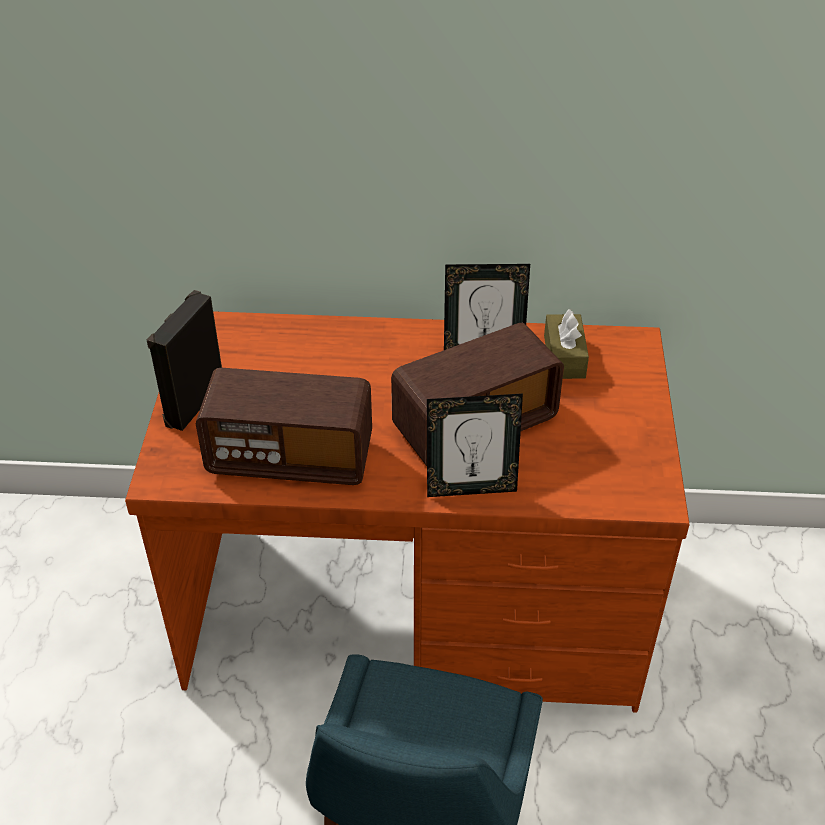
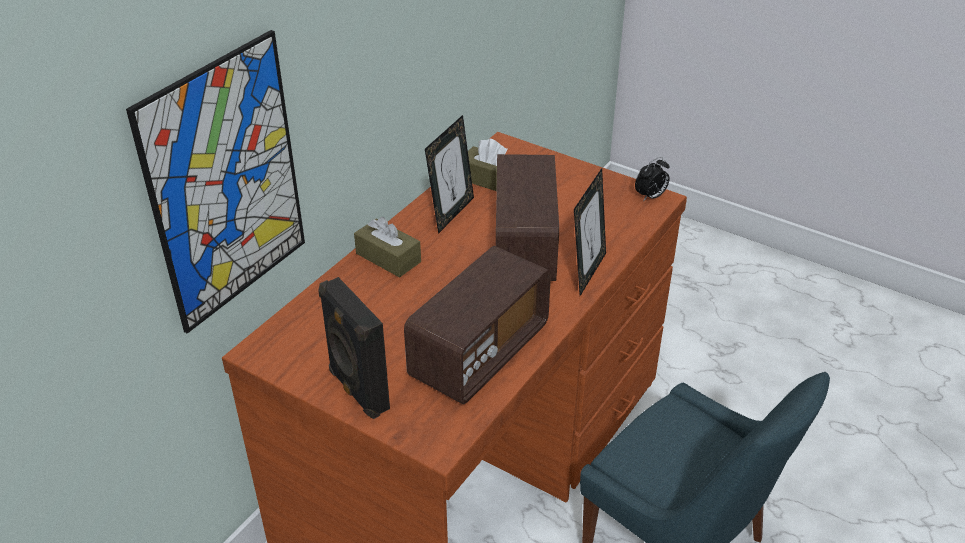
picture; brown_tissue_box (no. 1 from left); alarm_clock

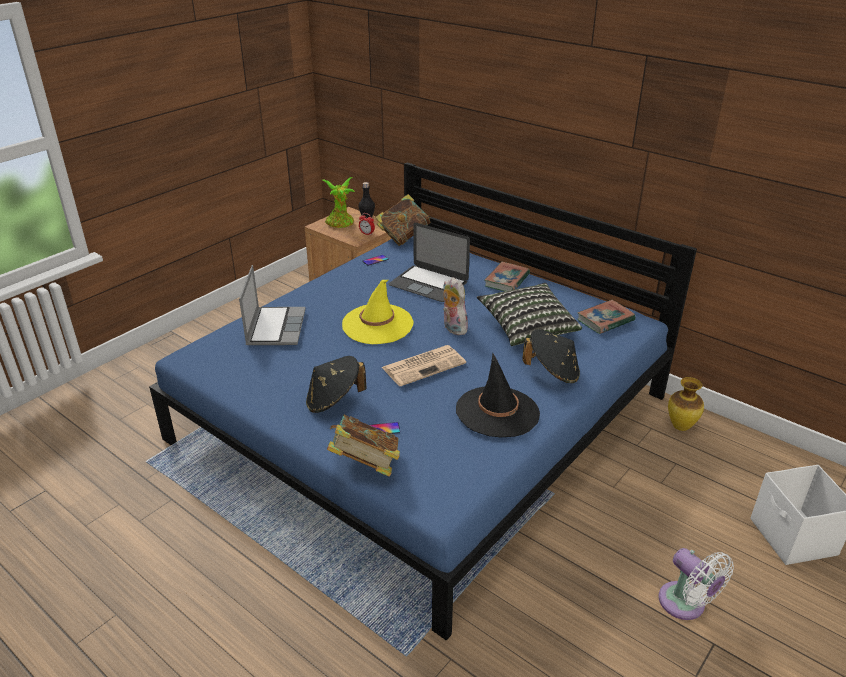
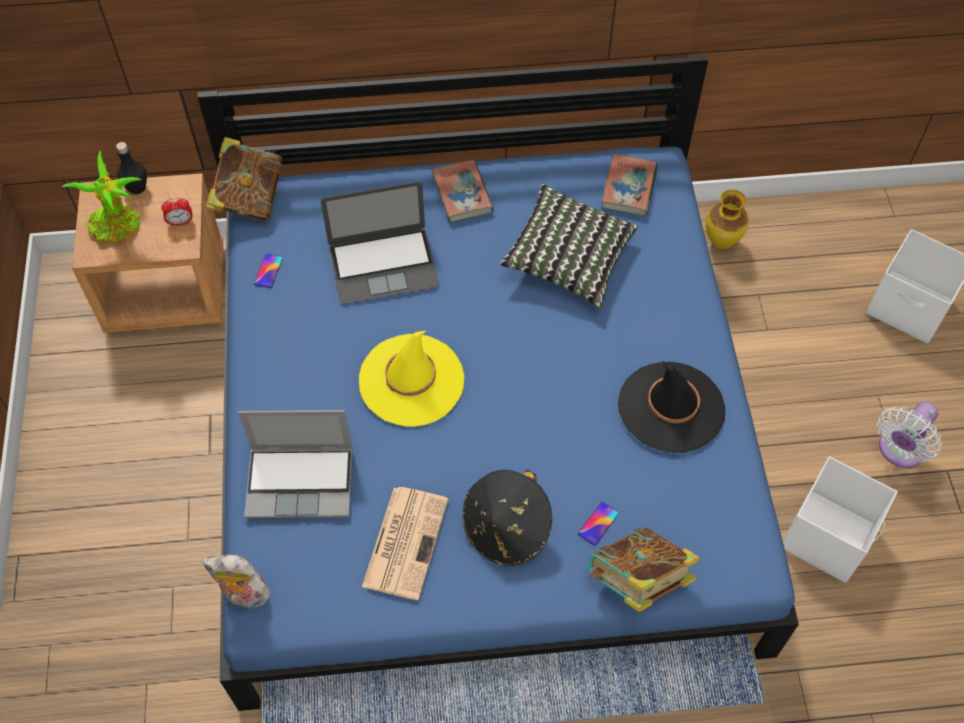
black_hat (no. 3 from left in the first image); white_storage_box (no. 1 from left); newspaper; plush_toy; laptop (no. 1 from left); white_fan

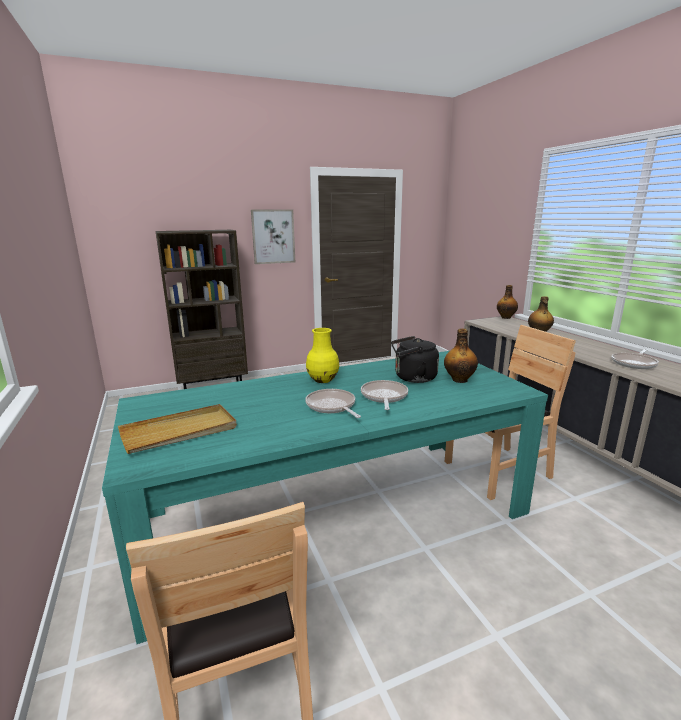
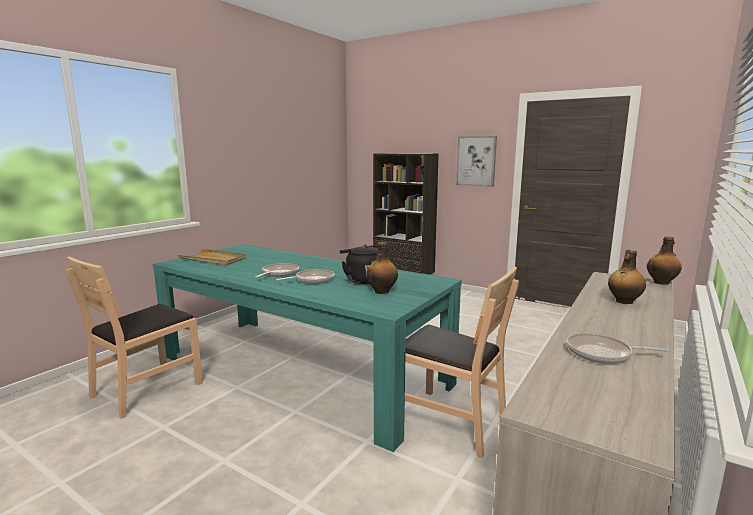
yellow_vase

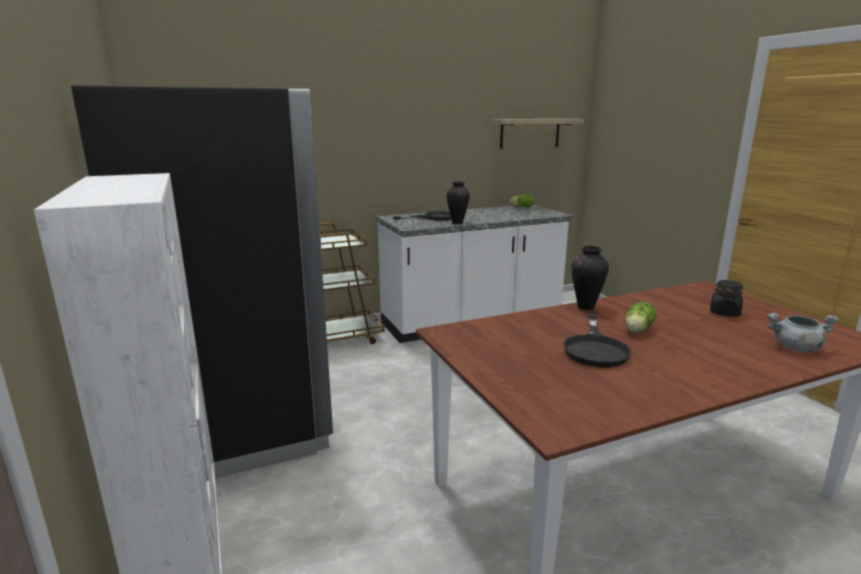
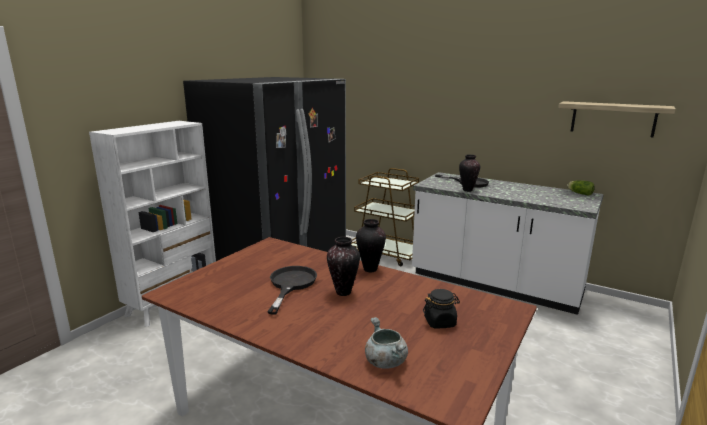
vase (no. 1 from left); black_frying_pan (no. 1 from left)

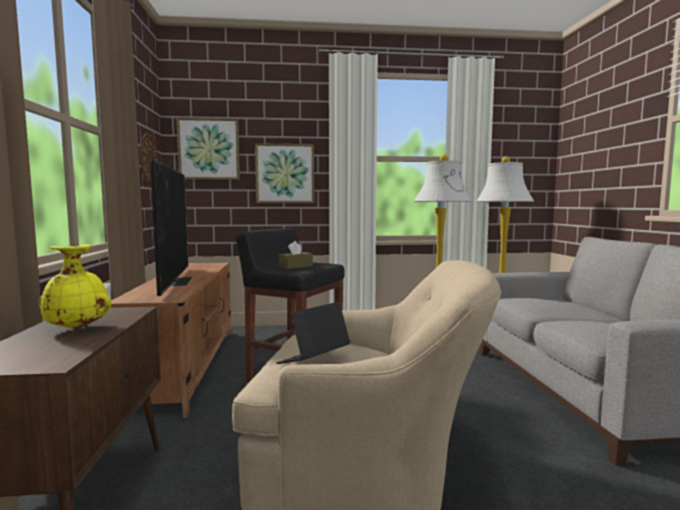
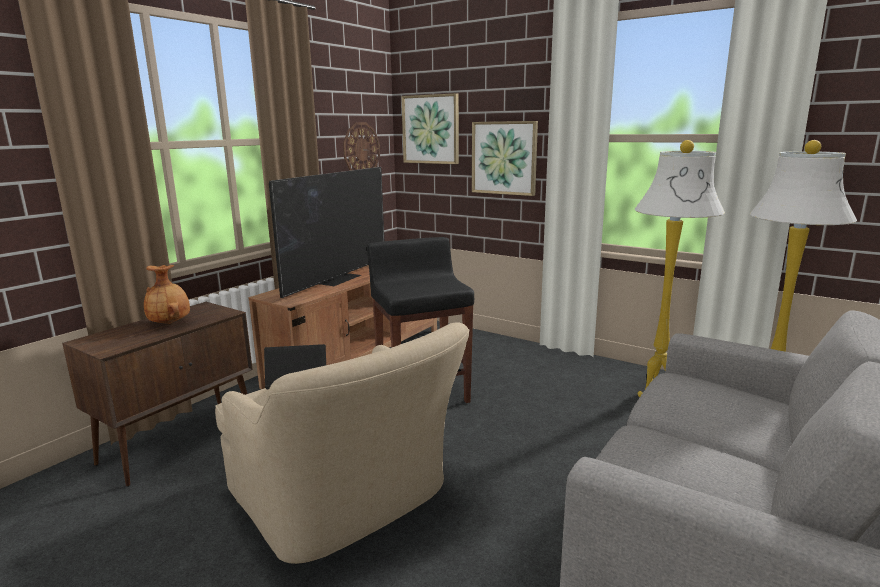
brown_tissue_box; brown_vase

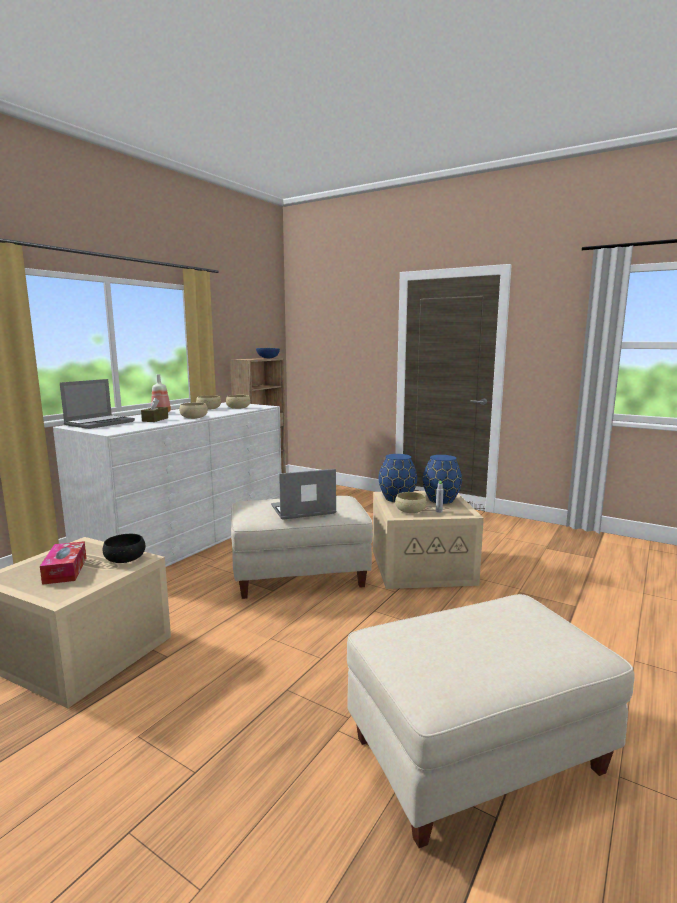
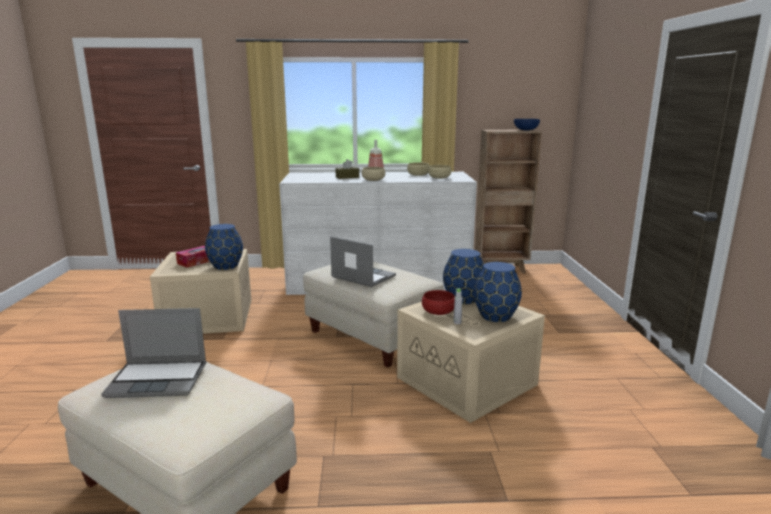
laptop (no. 1 from left); blue_vase (no. 1 from left); red_bowl

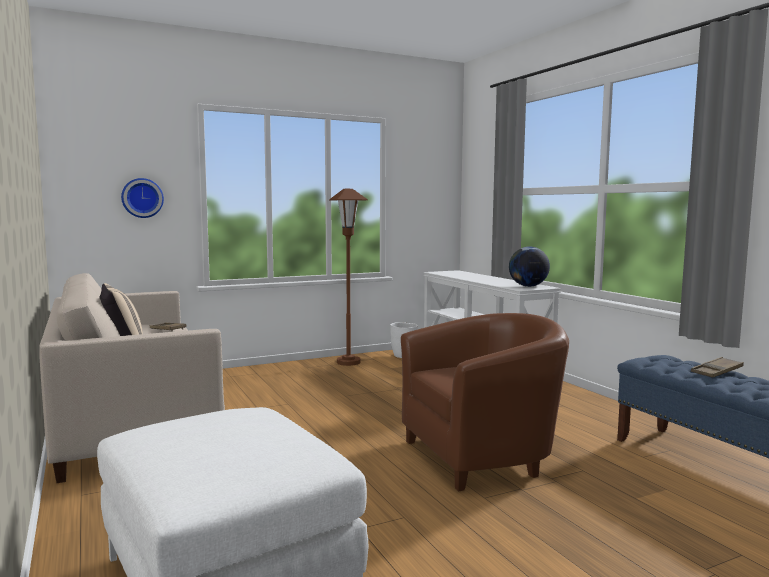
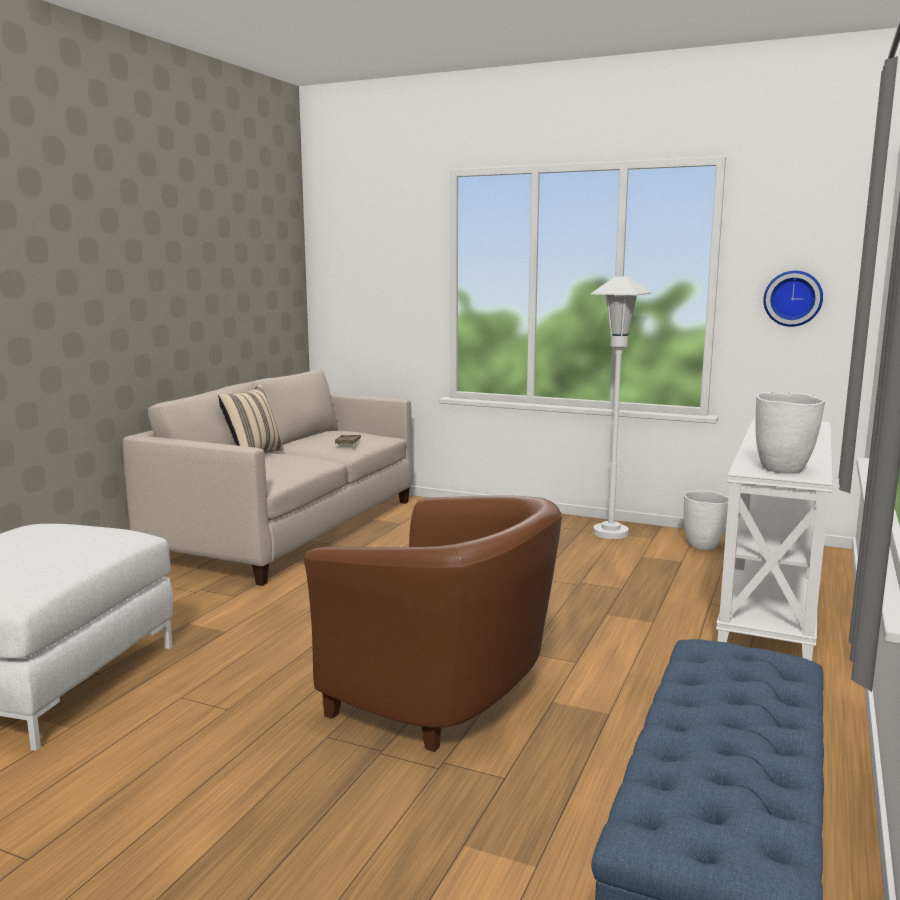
brown_tray (no. 2 from left in the first image); wall_clock; white_vase (no. 2 from left); white_floor_lamp

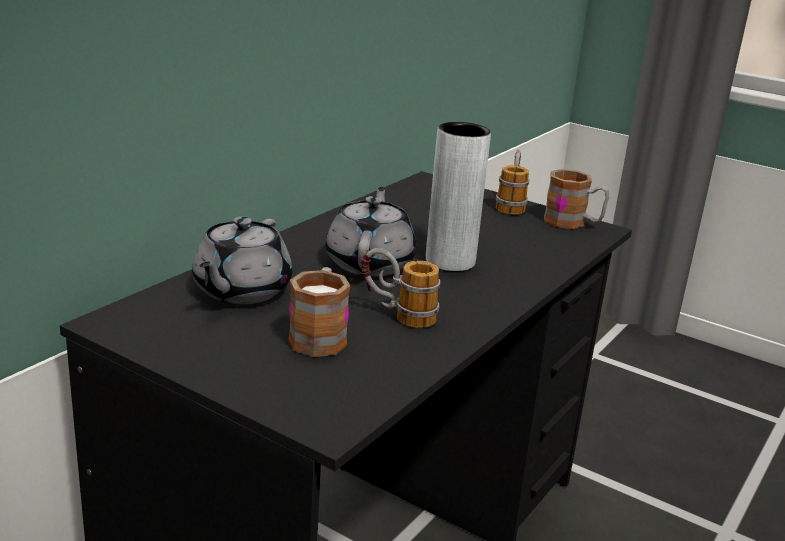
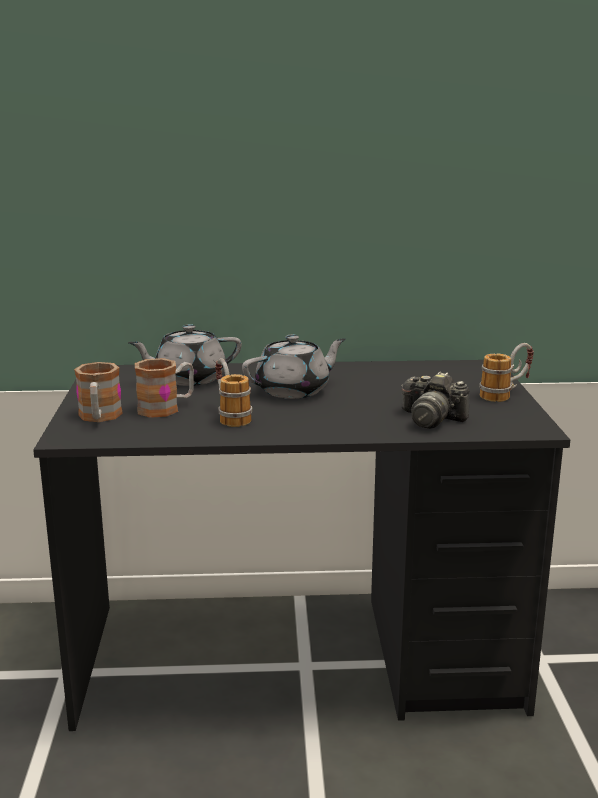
grey_vase; photo_camera; mug (no. 1 from left)

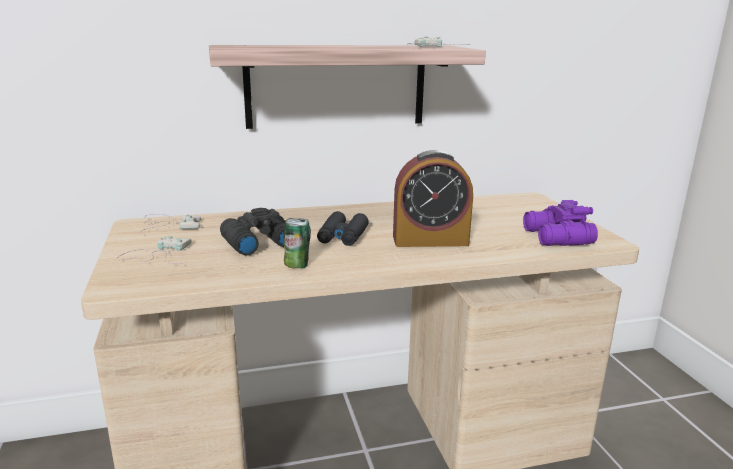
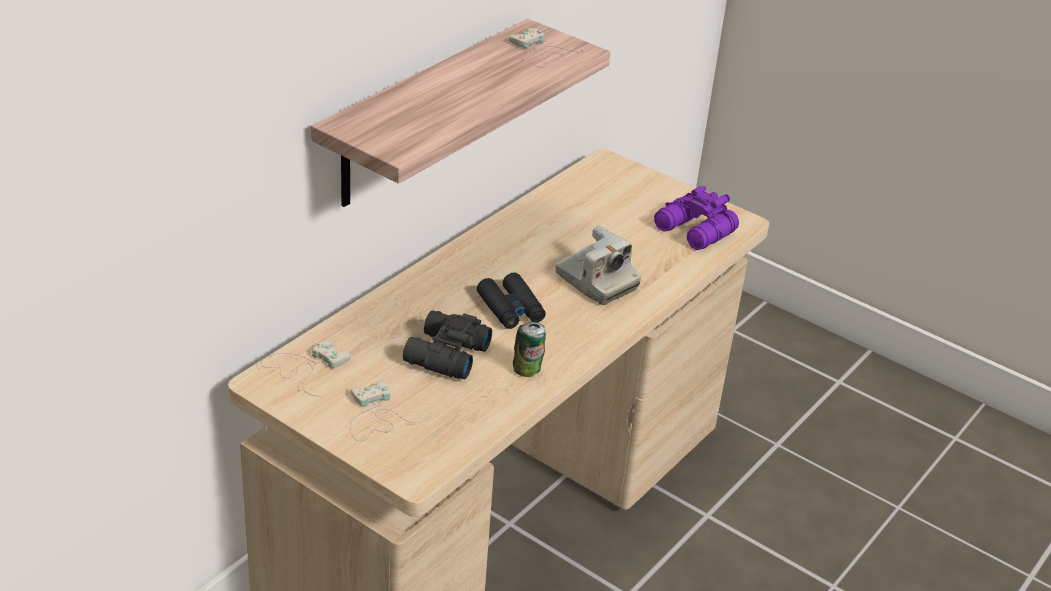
photo_camera

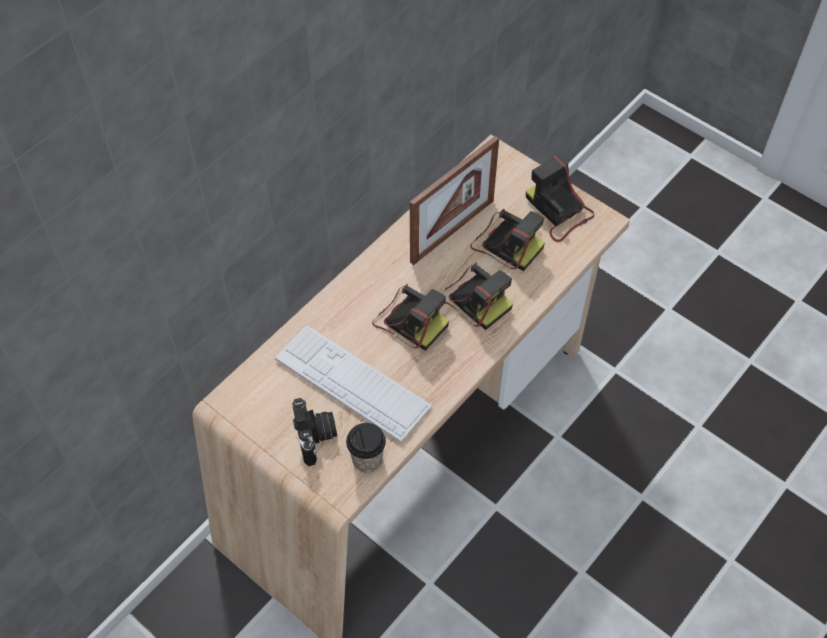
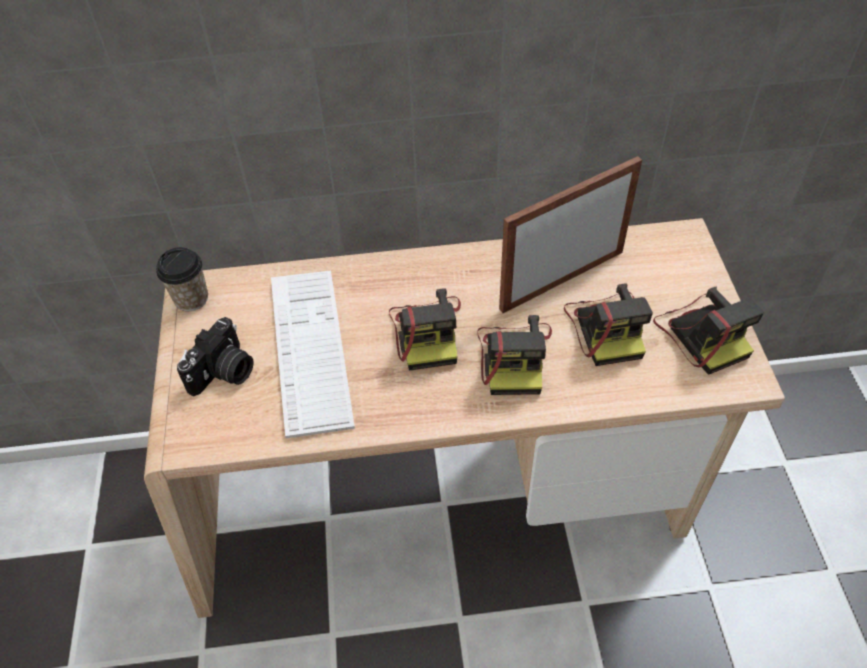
cup; picture_frame; photo_camera (no. 5 from left)

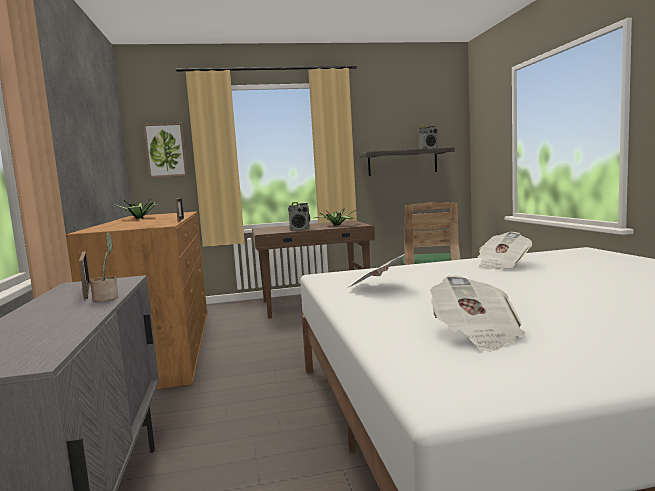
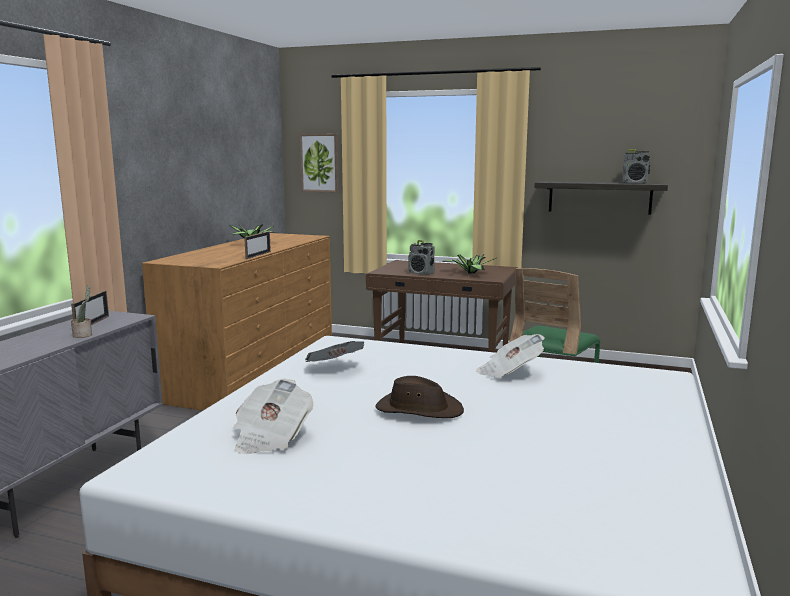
brown_hat

